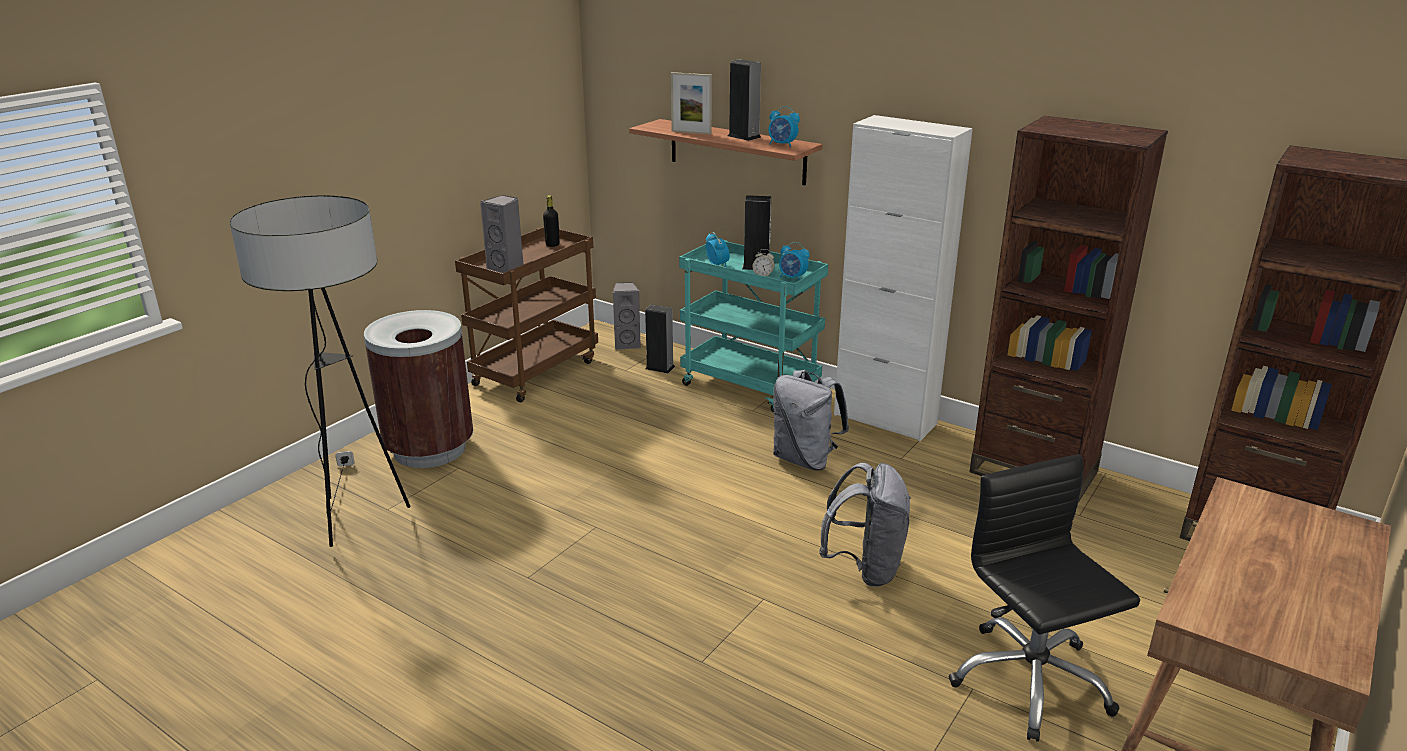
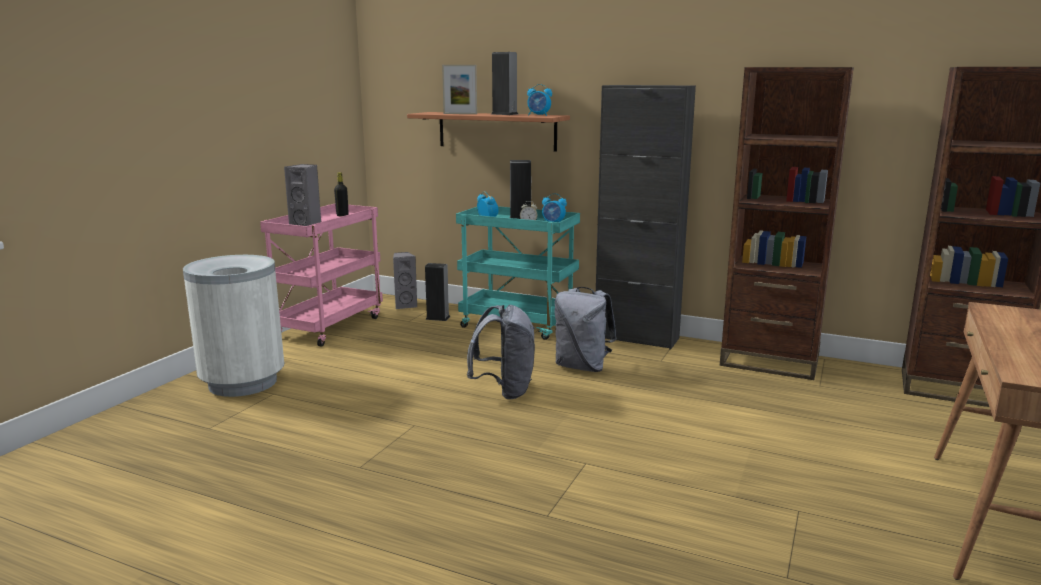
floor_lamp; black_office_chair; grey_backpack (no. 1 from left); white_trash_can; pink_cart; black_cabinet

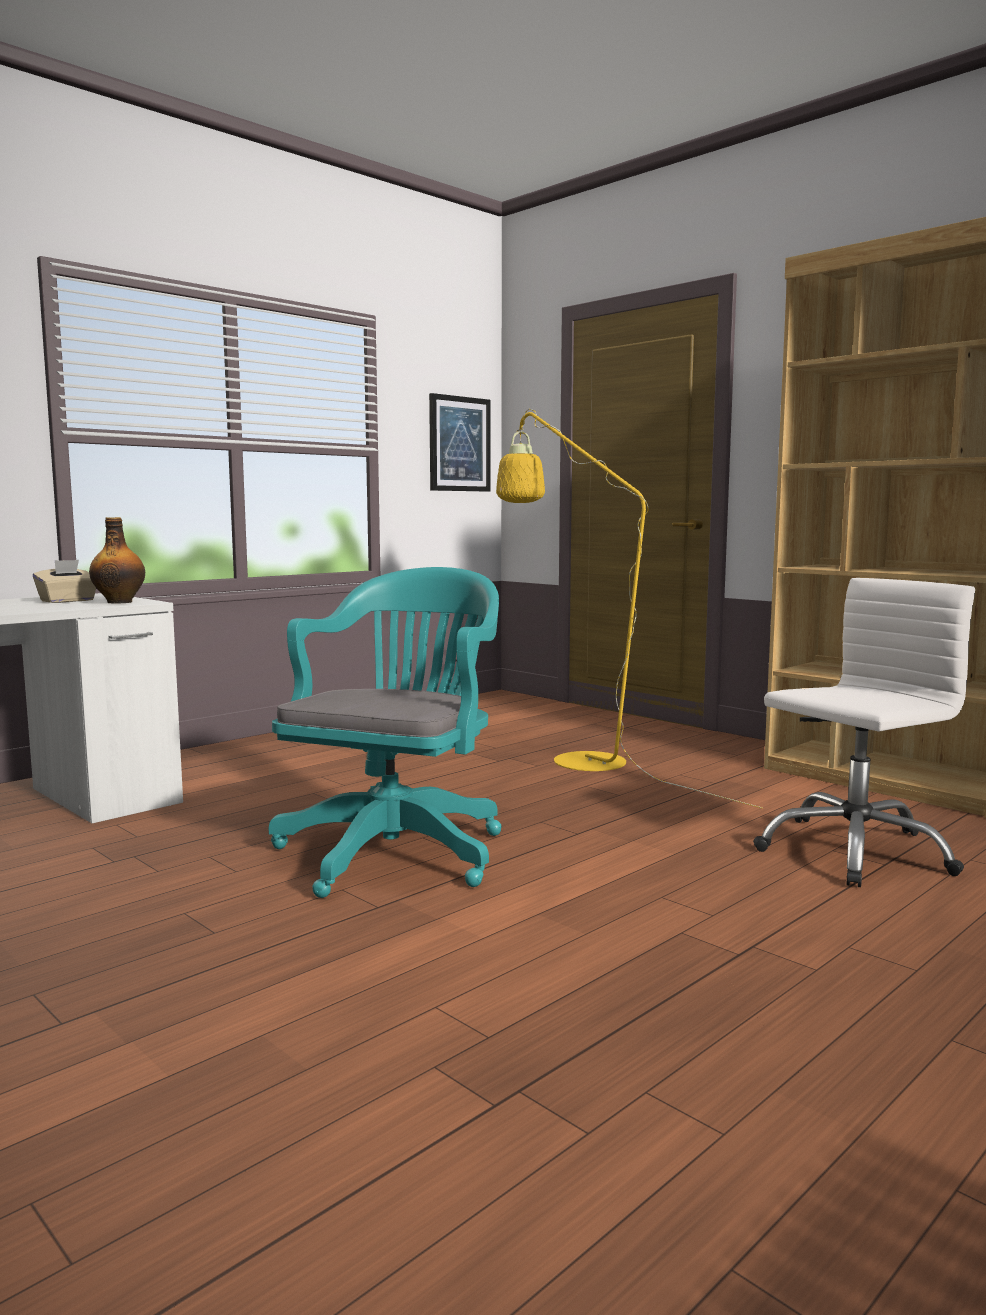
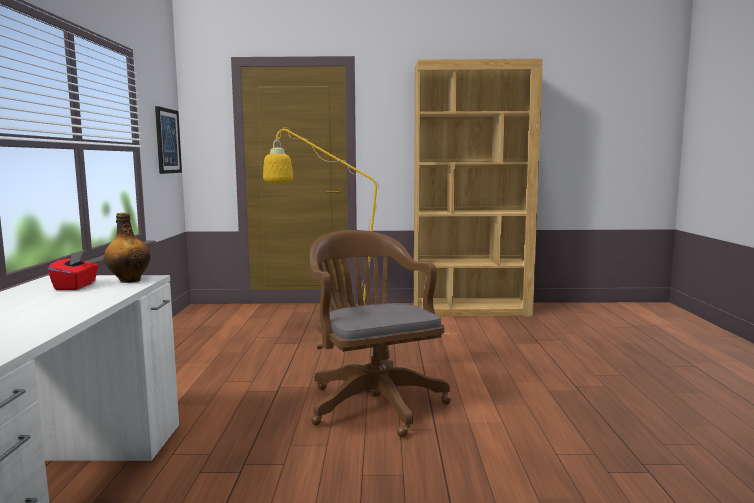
white_office_chair; red_tissue_box; brown_office_chair

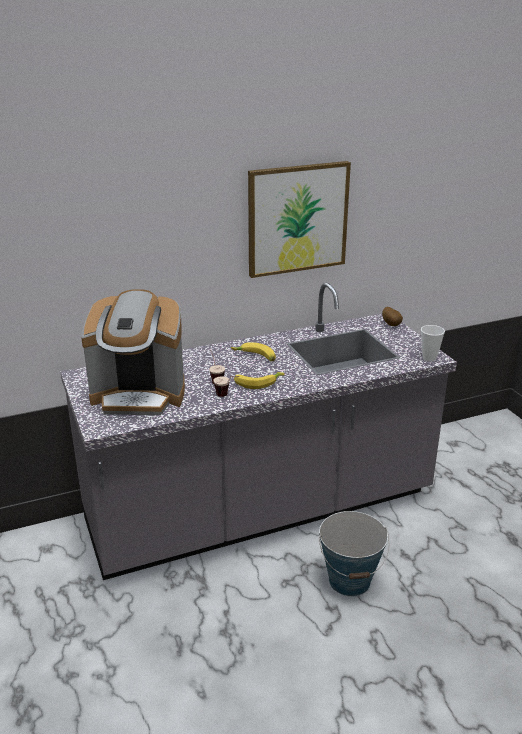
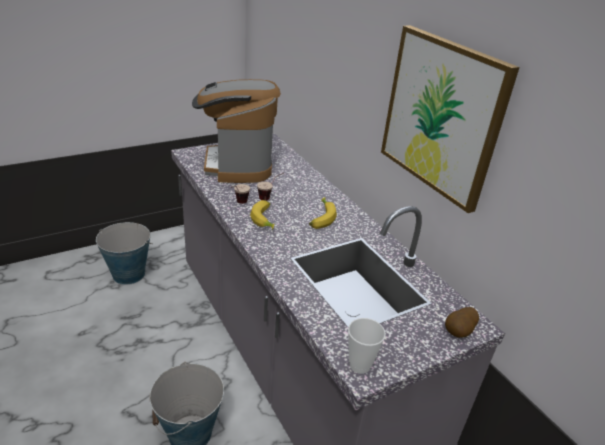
bucket (no. 1 from left)

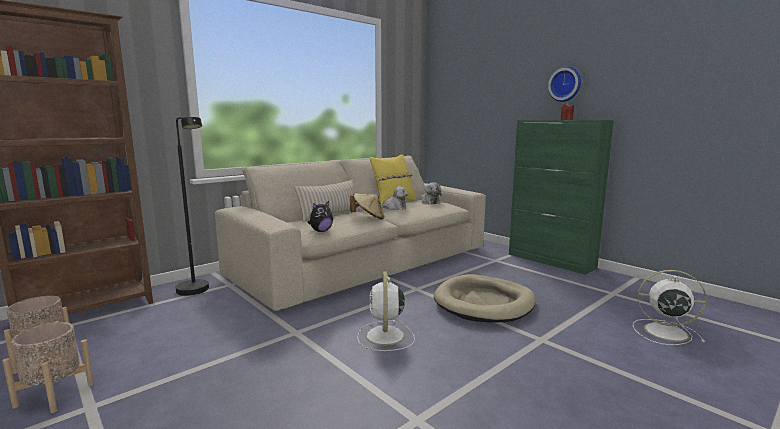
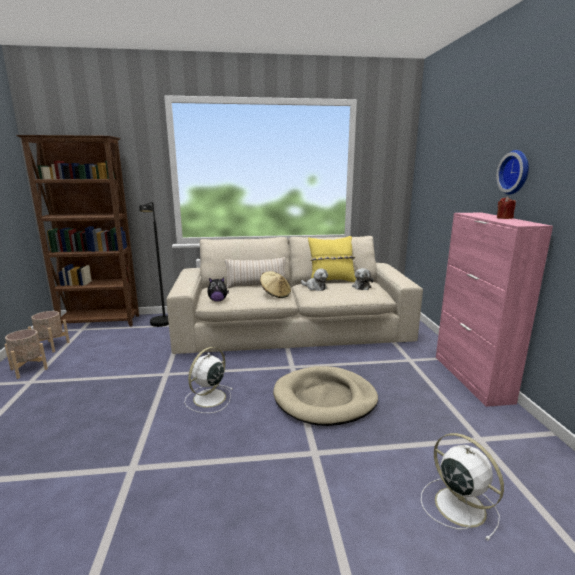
pink_cabinet

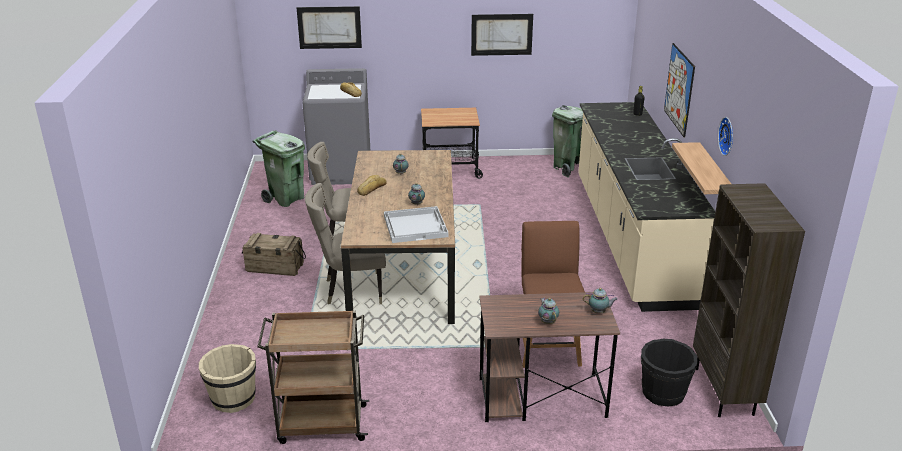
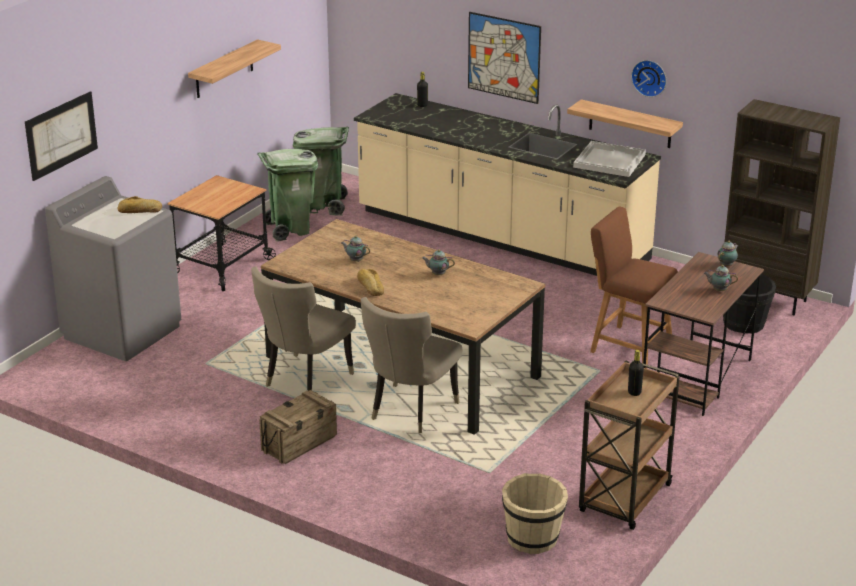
black_bottle (no. 2 from left); green_trash_can (no. 1 from left); white_tray; shelf (no. 1 from left)

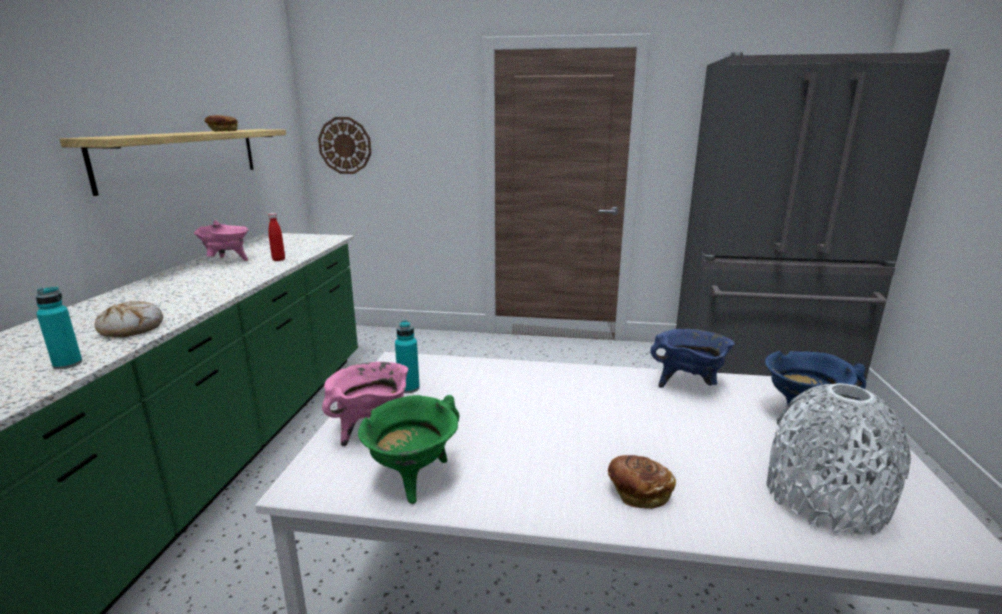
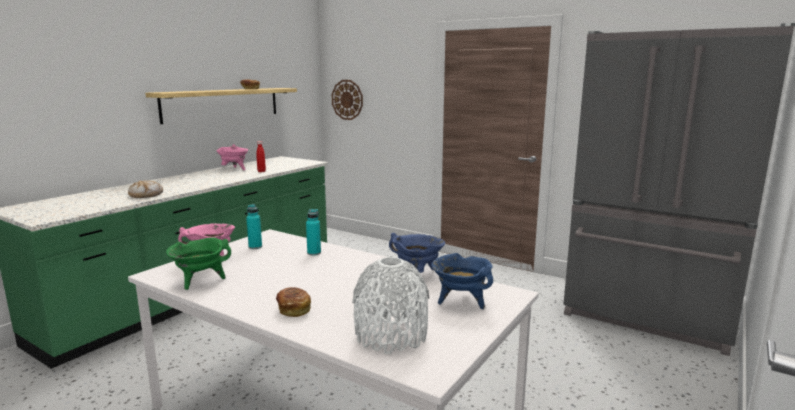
turquoise_bottle (no. 2 from left)

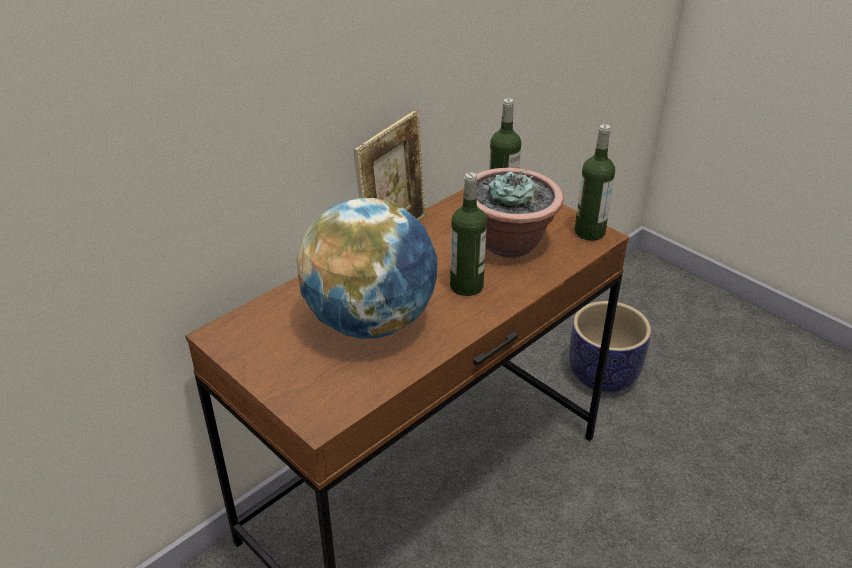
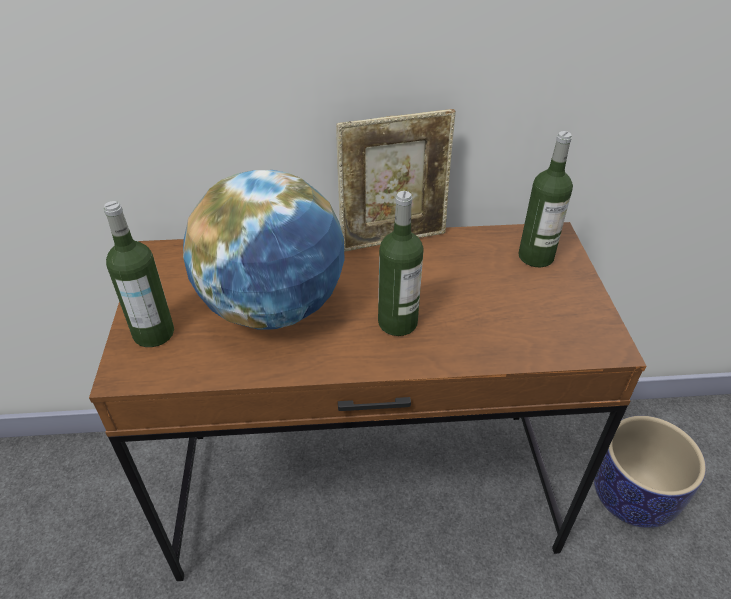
potted_plant; bottle (no. 1 from left)

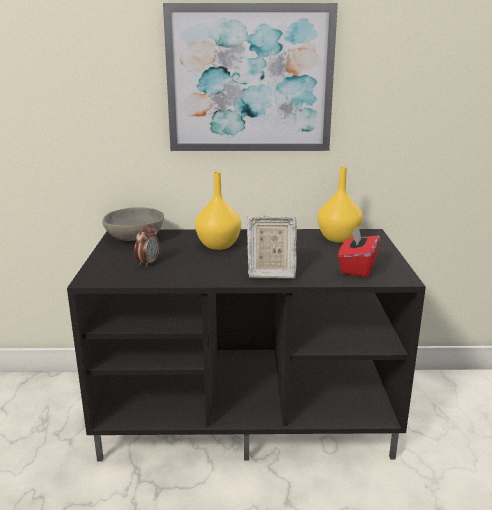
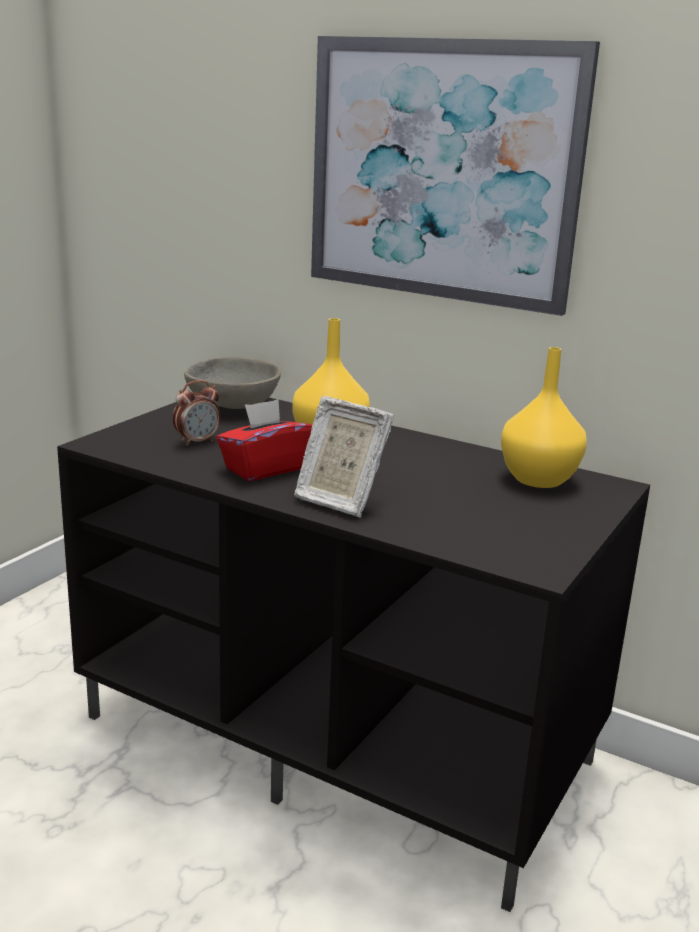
red_tissue_box

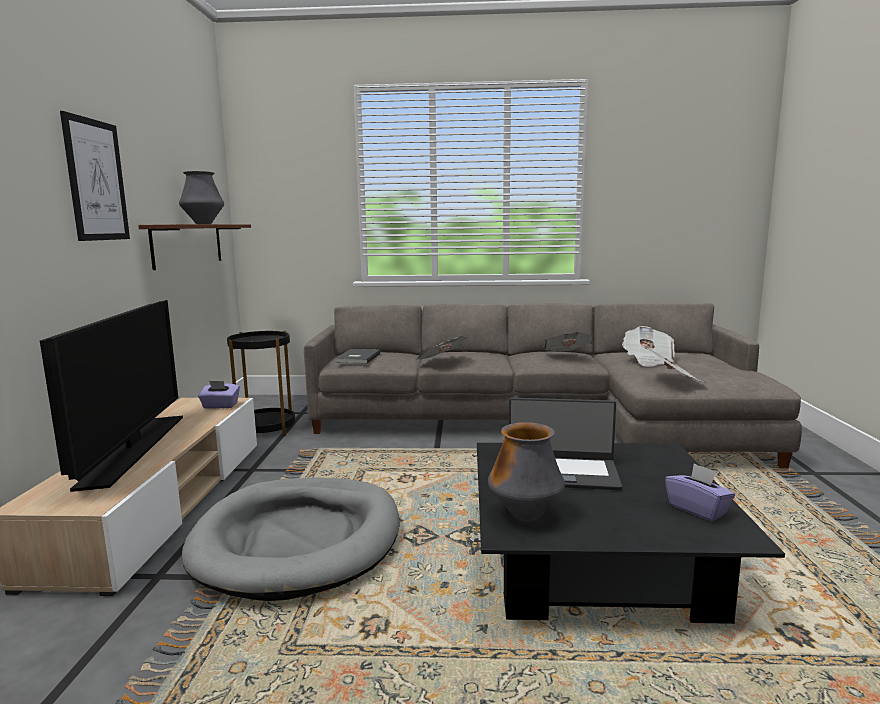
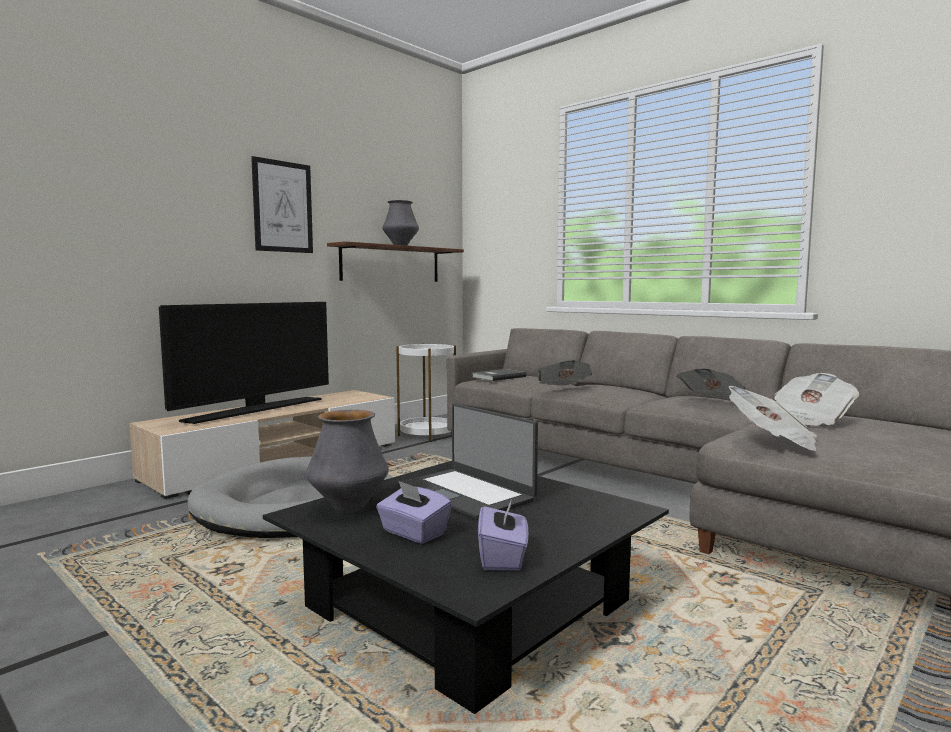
purple_tissue_box (no. 1 from left); white_side_table

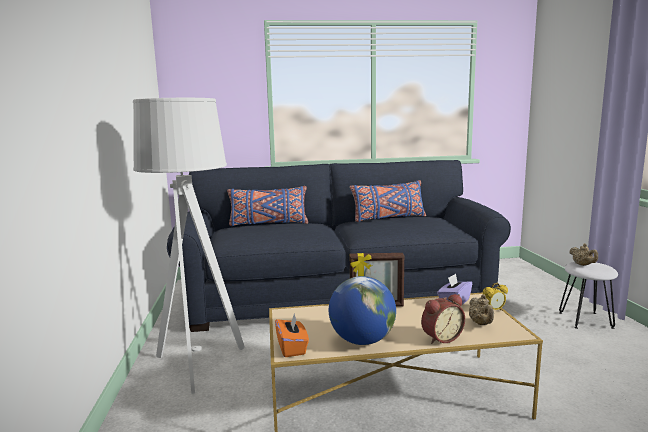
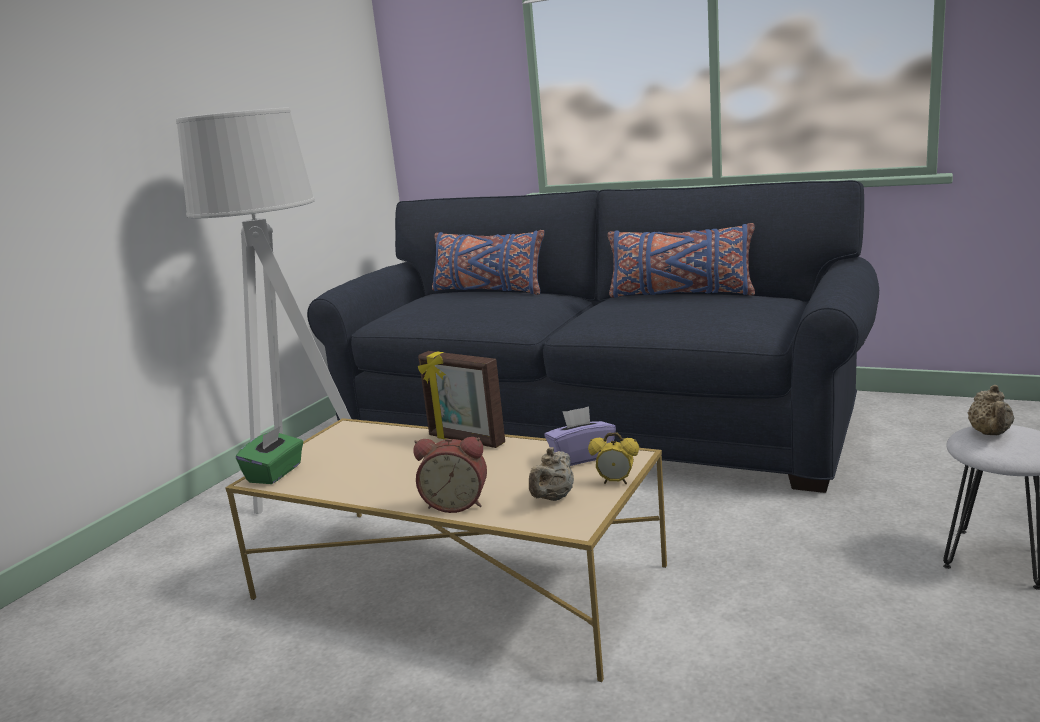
globe; green_tissue_box

